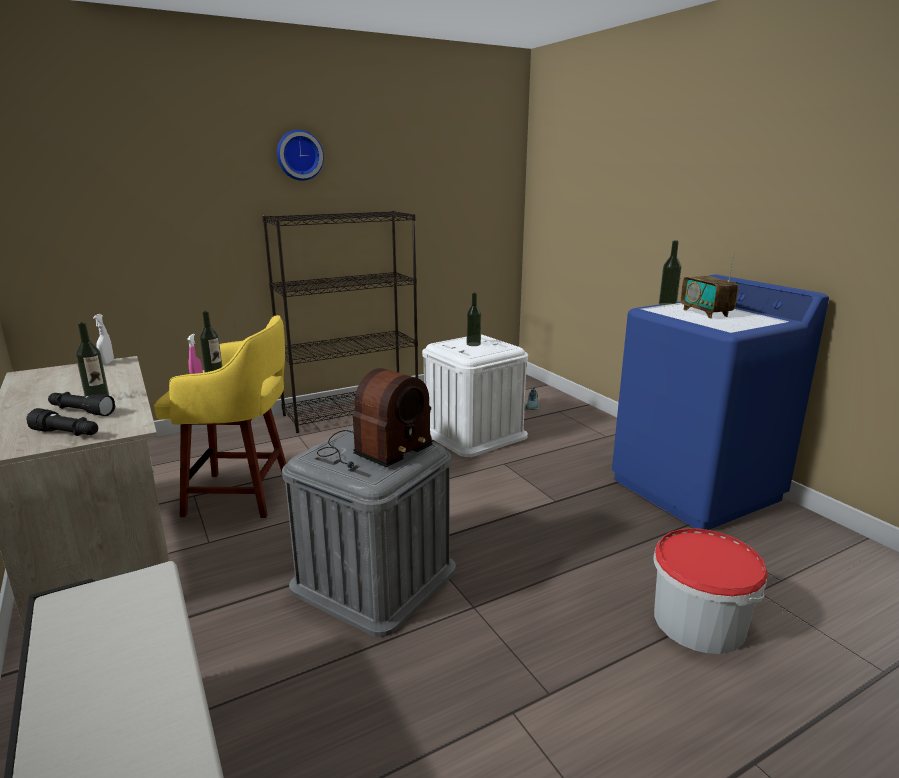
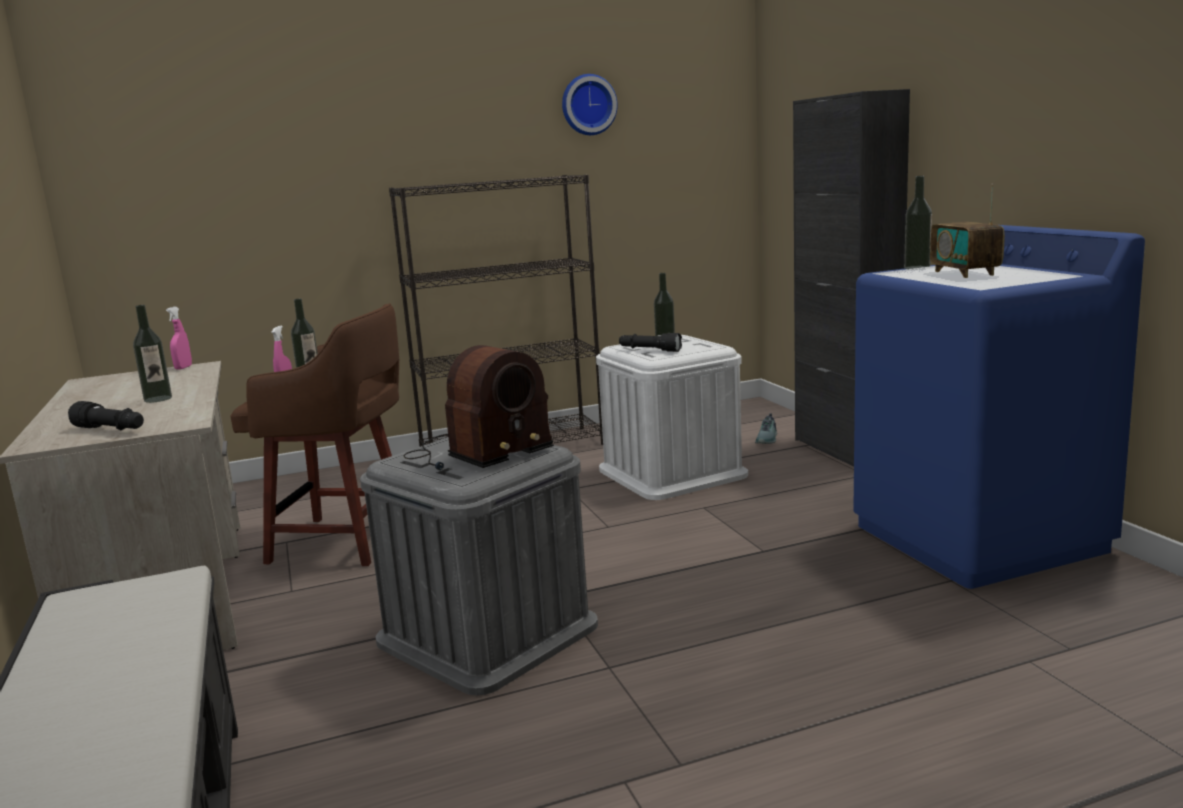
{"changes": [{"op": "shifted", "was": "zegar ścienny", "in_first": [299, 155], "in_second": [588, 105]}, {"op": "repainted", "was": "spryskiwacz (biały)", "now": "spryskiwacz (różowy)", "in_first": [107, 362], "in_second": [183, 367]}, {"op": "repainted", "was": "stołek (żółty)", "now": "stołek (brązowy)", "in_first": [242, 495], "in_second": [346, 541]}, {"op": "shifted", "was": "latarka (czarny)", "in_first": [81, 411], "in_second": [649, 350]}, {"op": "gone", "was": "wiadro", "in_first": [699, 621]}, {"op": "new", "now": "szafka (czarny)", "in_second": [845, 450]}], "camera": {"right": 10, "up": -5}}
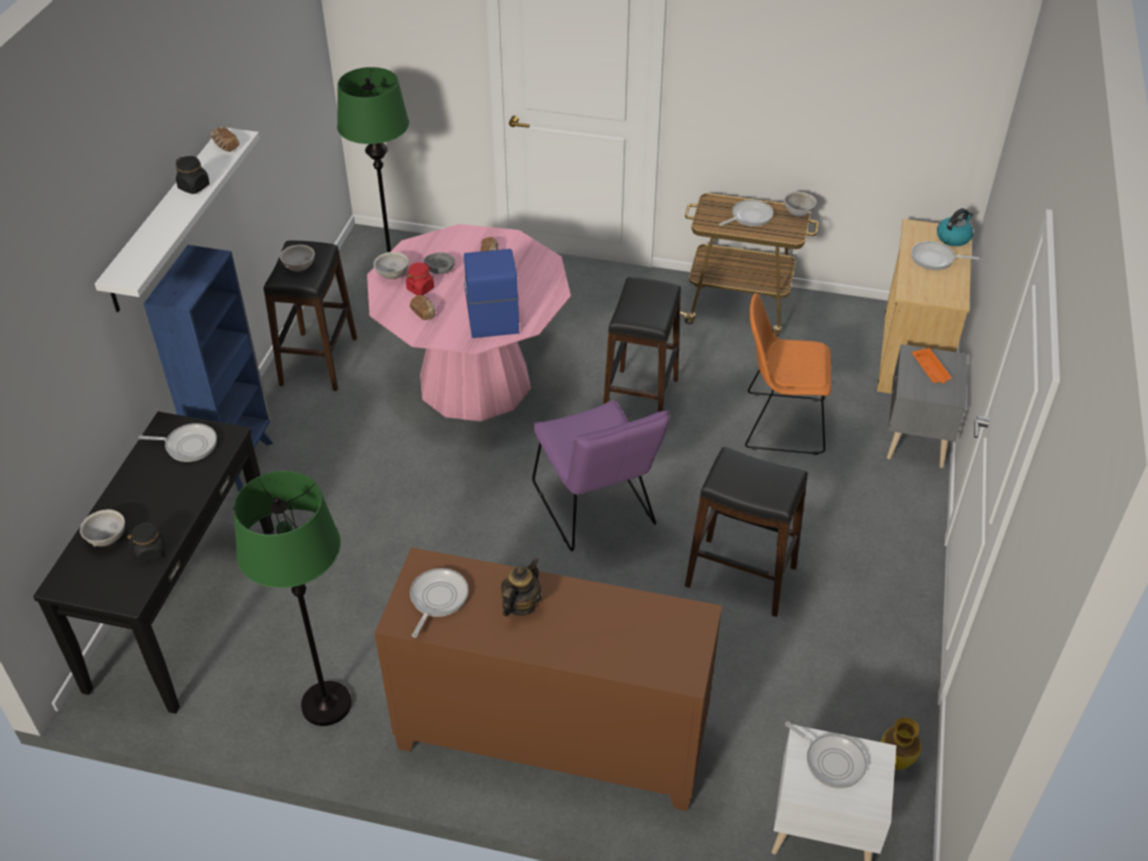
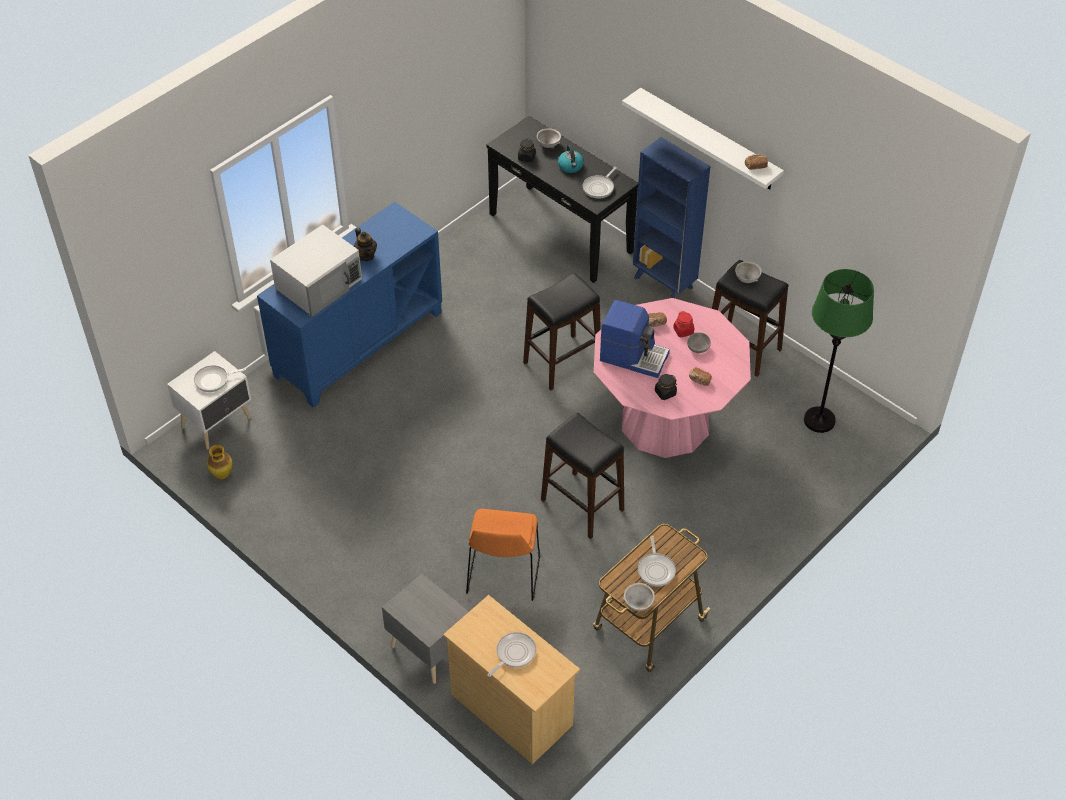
{"changes": [{"op": "shifted", "was": "słoik (czarny)", "in_first": [194, 187], "in_second": [665, 393]}, {"op": "shifted", "was": "czajnik", "in_first": [953, 237], "in_second": [571, 166]}, {"op": "gone", "was": "miska (szary)", "in_first": [392, 276]}, {"op": "rotated", "was": "krzesło (pomarańczowy)", "in_first": [780, 423], "in_second": [503, 575], "clockwise": 150}, {"op": "gone", "was": "taca (pomarańczowy)", "in_first": [931, 369]}, {"op": "gone", "was": "krzesło (fioletowy)", "in_first": [597, 510]}, {"op": "shifted", "was": "stołek (czarny)", "in_first": [740, 576], "in_second": [562, 362]}, {"op": "gone", "was": "lampa stojąca (zielony)", "in_first": [326, 704]}, {"op": "repainted", "was": "szafka (brązowy)", "now": "szafka (niebieski)", "in_first": [551, 737], "in_second": [358, 343]}, {"op": "gone", "was": "patelnia", "in_first": [437, 599]}, {"op": "new", "now": "mikrofalówka (biały)", "in_second": [319, 283]}], "camera": {"right": 120, "up": 5}}
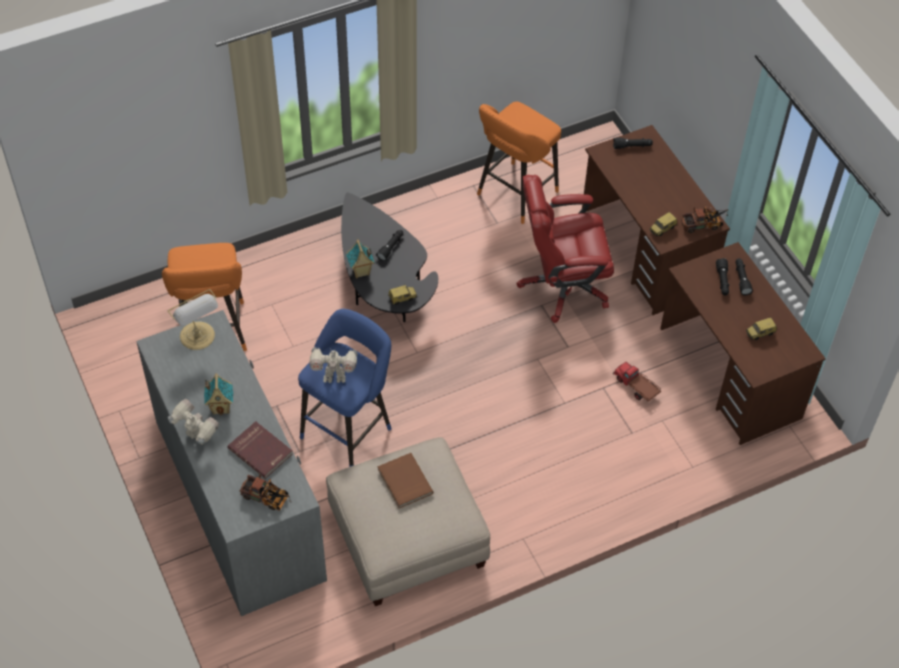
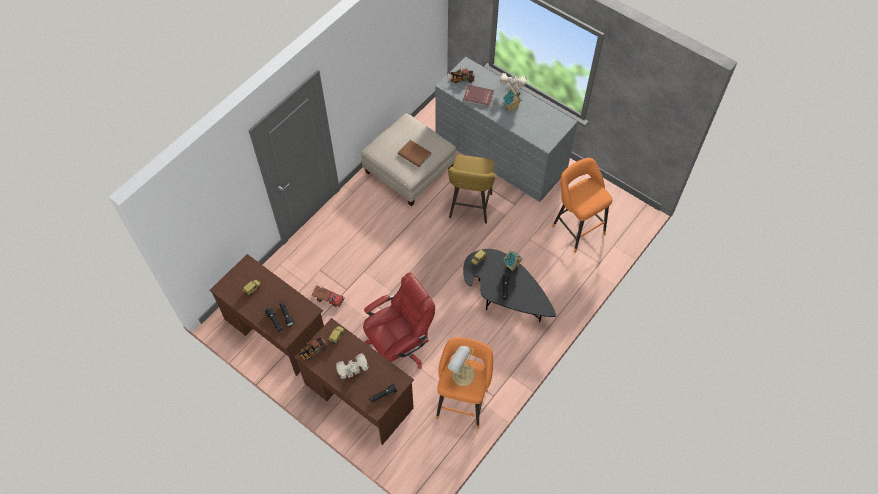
{"changes": [{"op": "shifted", "was": "lampa stołowa", "in_first": [198, 337], "in_second": [462, 374]}, {"op": "repainted", "was": "stołek (niebieski)", "now": "stołek (żółty)", "in_first": [349, 429], "in_second": [470, 208]}, {"op": "shifted", "was": "robot zabawkowy", "in_first": [334, 376], "in_second": [353, 373]}], "camera": {"right": 155, "up": 5}}
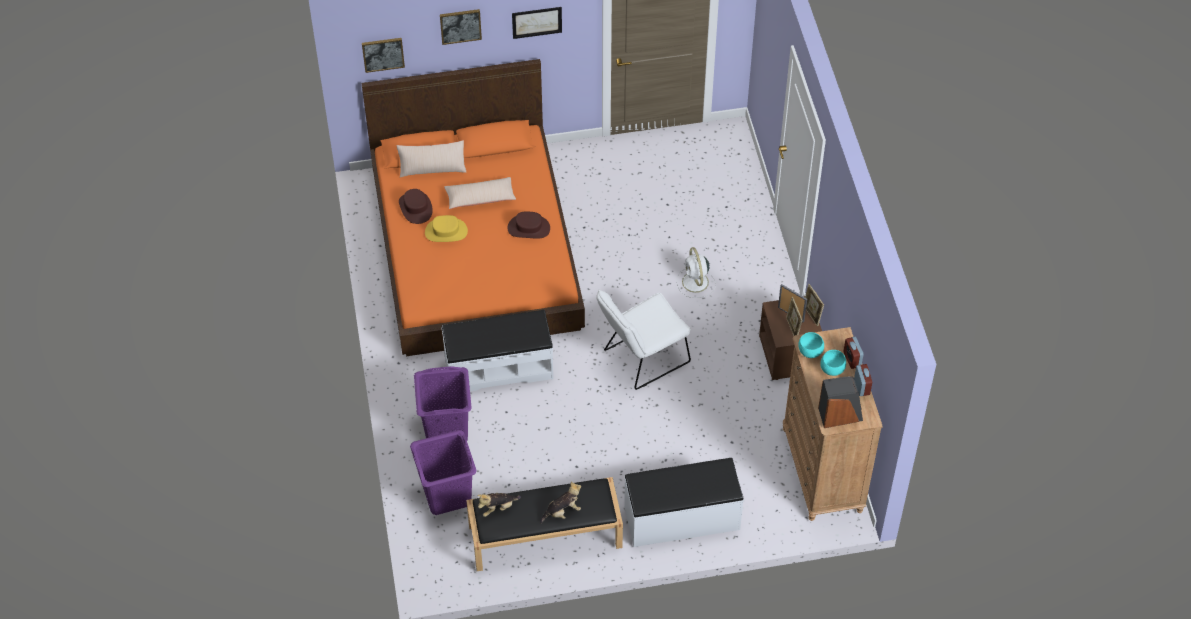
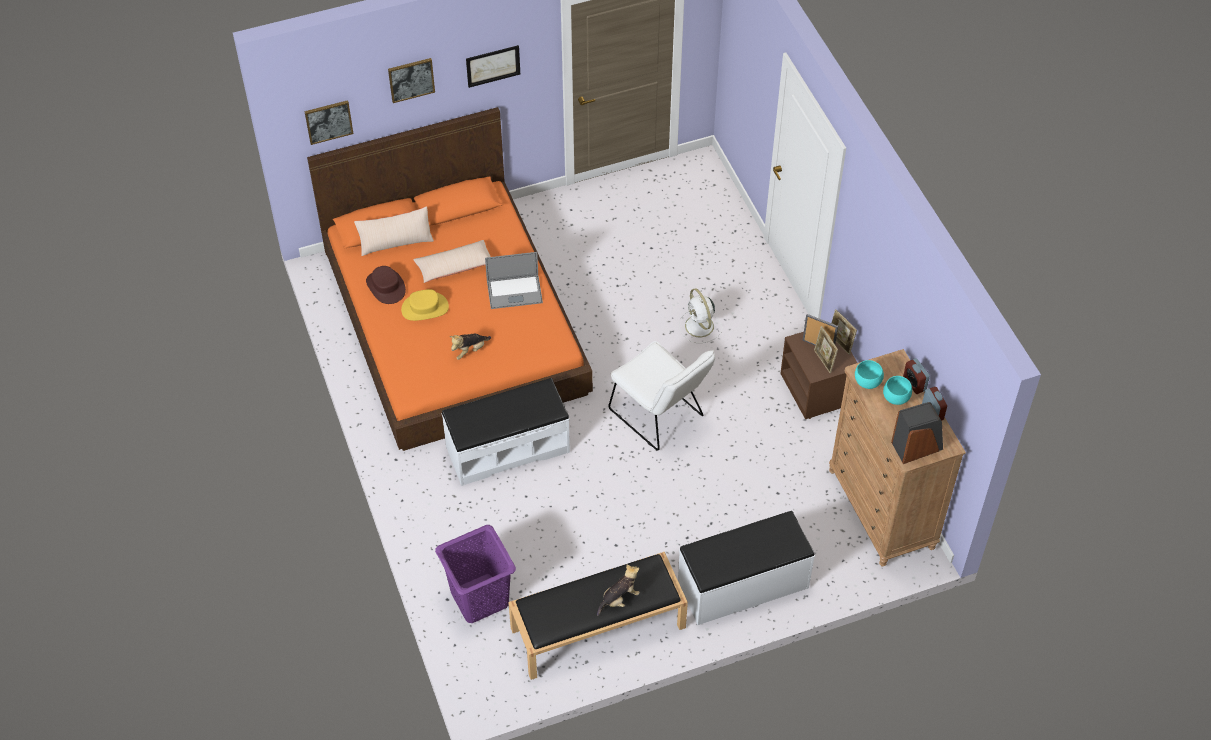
{"changes": [{"op": "swapped", "was": "kapelusz (brązowy)", "now": "laptop", "in_first": [529, 228], "in_second": [514, 292]}, {"op": "rotated", "was": "krzesło (biały)", "in_first": [641, 358], "in_second": [660, 416], "clockwise": -90}, {"op": "gone", "was": "kosz na pranie (fioletowy)", "in_first": [446, 429]}, {"op": "shifted", "was": "pluszak", "in_first": [497, 508], "in_second": [470, 350]}], "camera": {"right": -10, "up": 0}}
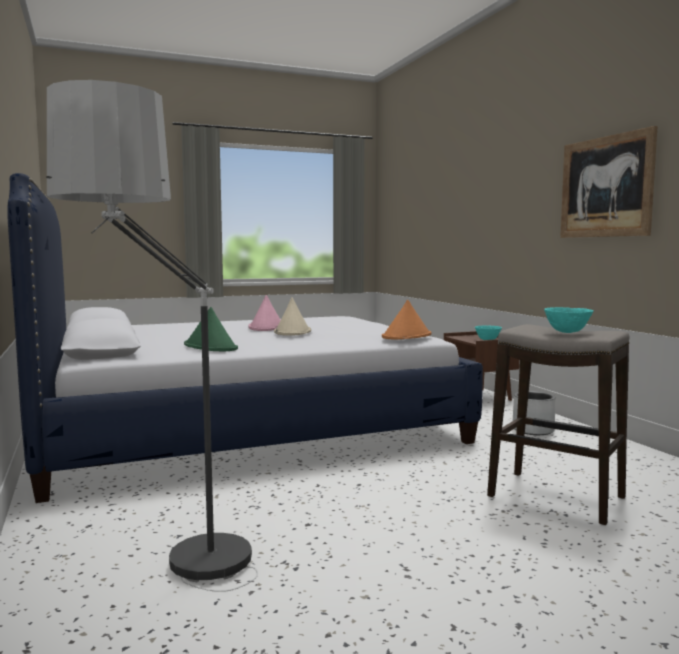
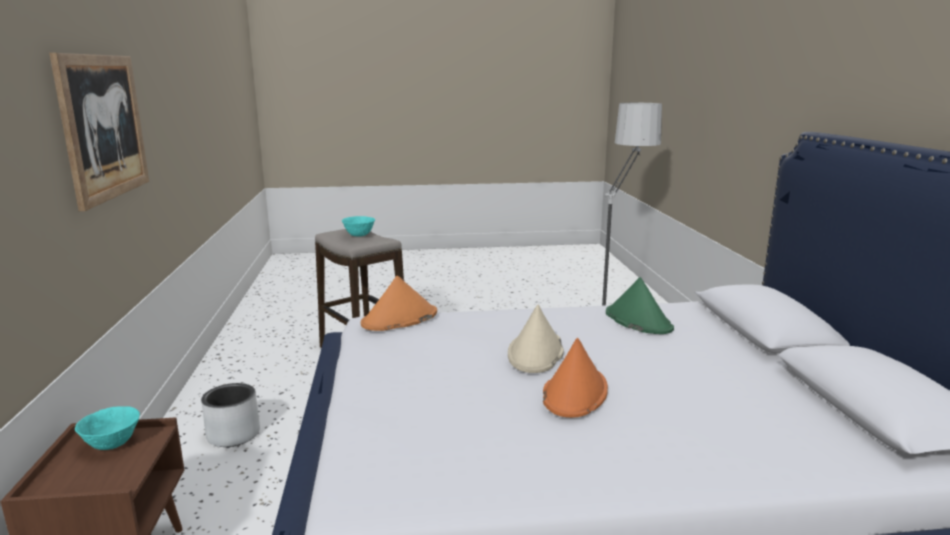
{"changes": [{"op": "repainted", "was": "kapelusz (różowy)", "now": "kapelusz (pomarańczowy)", "in_first": [266, 327], "in_second": [575, 393]}], "camera": {"right": -165, "up": 10}}
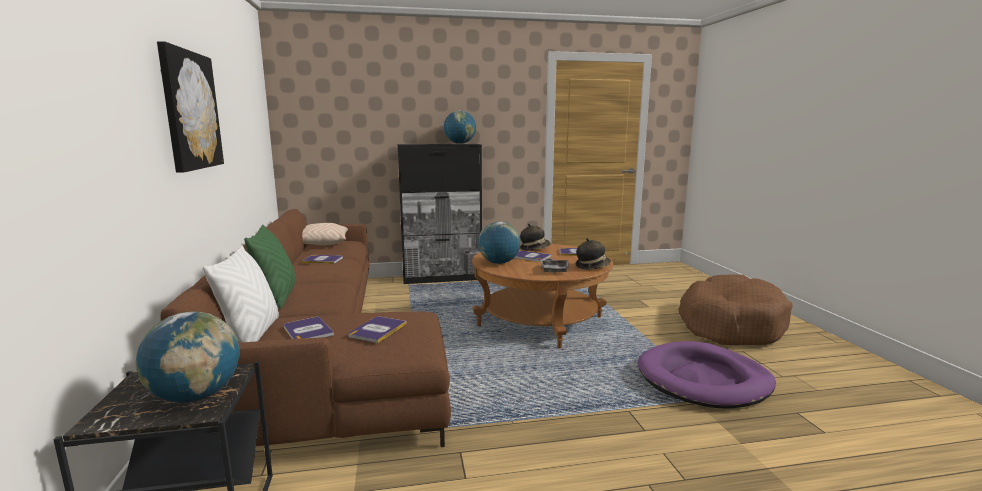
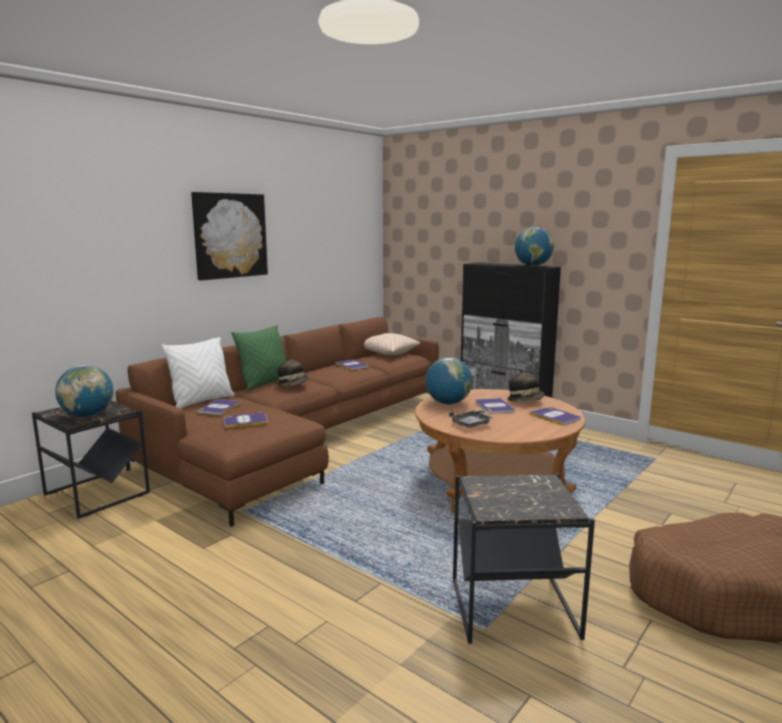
{"changes": [{"op": "shifted", "was": "kapelusz", "in_first": [592, 266], "in_second": [293, 385]}, {"op": "swapped", "was": "legowisko (fioletowy)", "now": "stolik (czarny)", "in_first": [703, 379], "in_second": [515, 609]}], "camera": {"right": 50, "up": 0}}
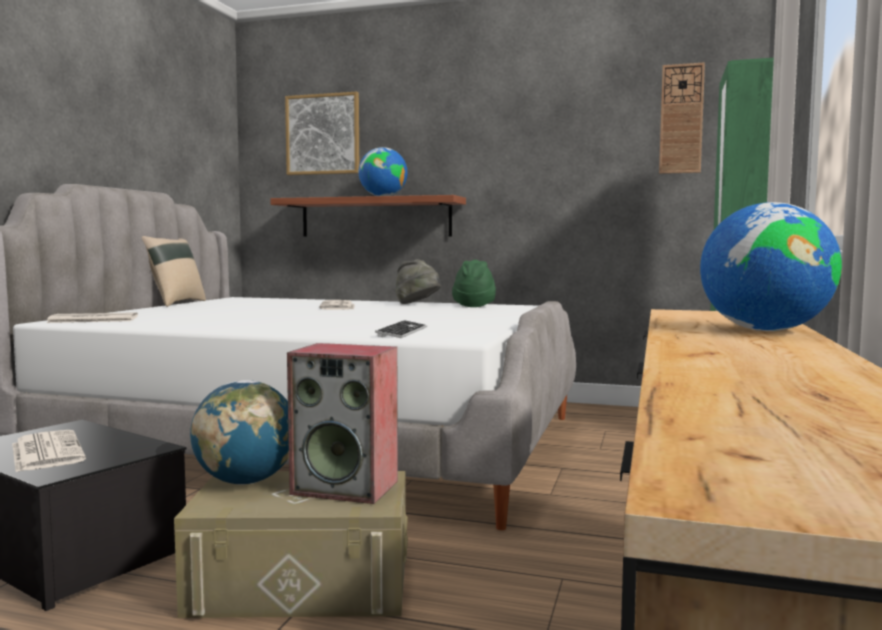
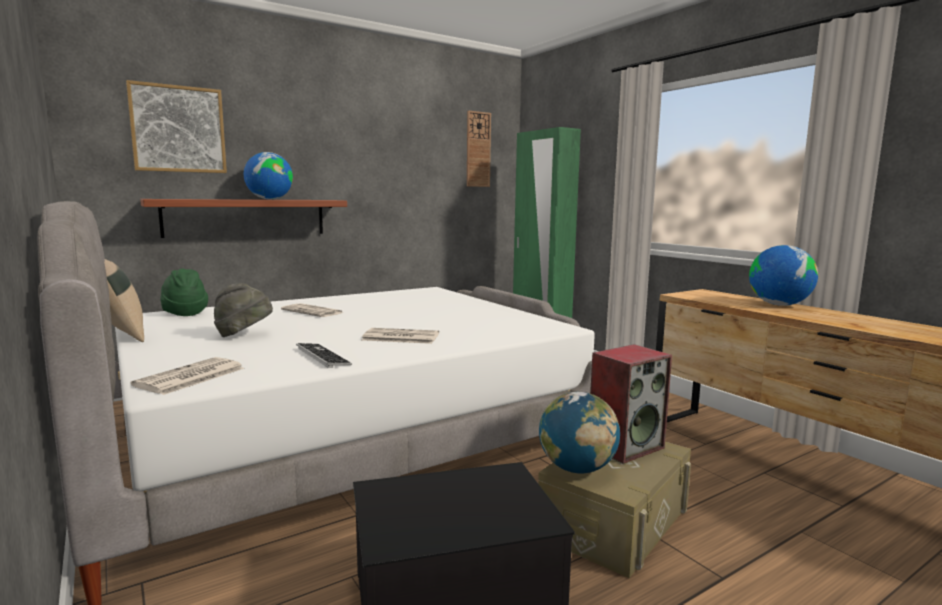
{"changes": [{"op": "shifted", "was": "kapelusz (szary)", "in_first": [418, 304], "in_second": [244, 335]}, {"op": "shifted", "was": "kapelusz (zielony)", "in_first": [474, 305], "in_second": [184, 313]}, {"op": "shifted", "was": "klawiatura", "in_first": [402, 332], "in_second": [322, 356]}, {"op": "shifted", "was": "gazeta", "in_first": [46, 452], "in_second": [399, 337]}], "camera": {"right": -50, "up": 5}}
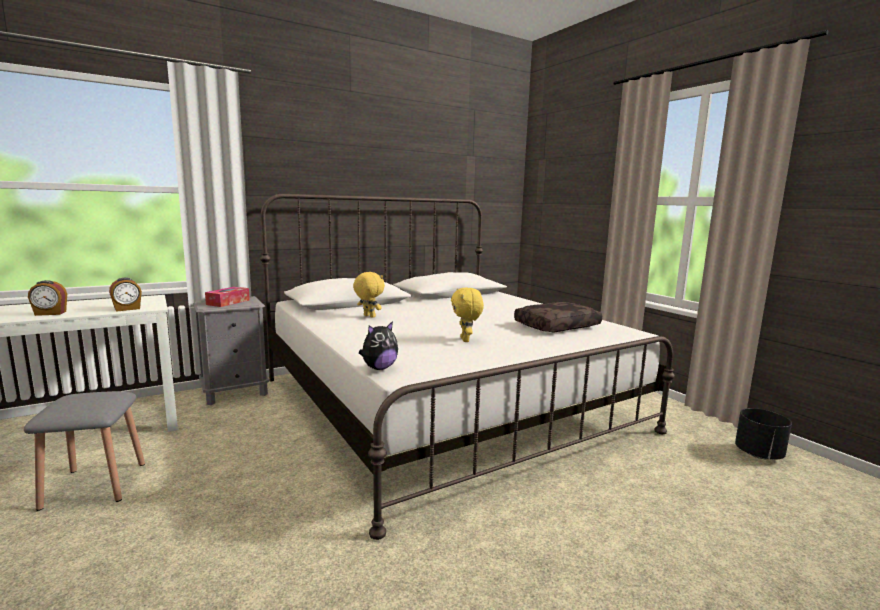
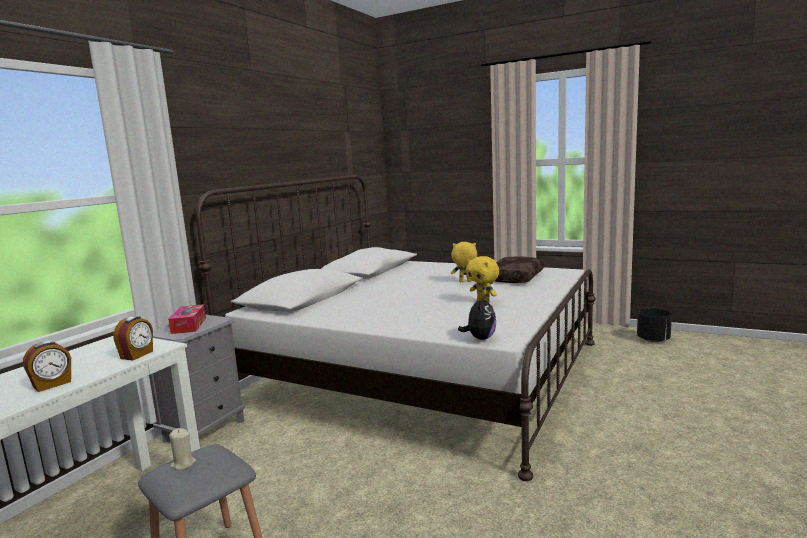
{"changes": [{"op": "shifted", "was": "pluszak (żółty)", "in_first": [368, 316], "in_second": [465, 281]}, {"op": "new", "now": "świeca (beżowy)", "in_second": [183, 464]}], "camera": {"right": -30, "up": 0}}
